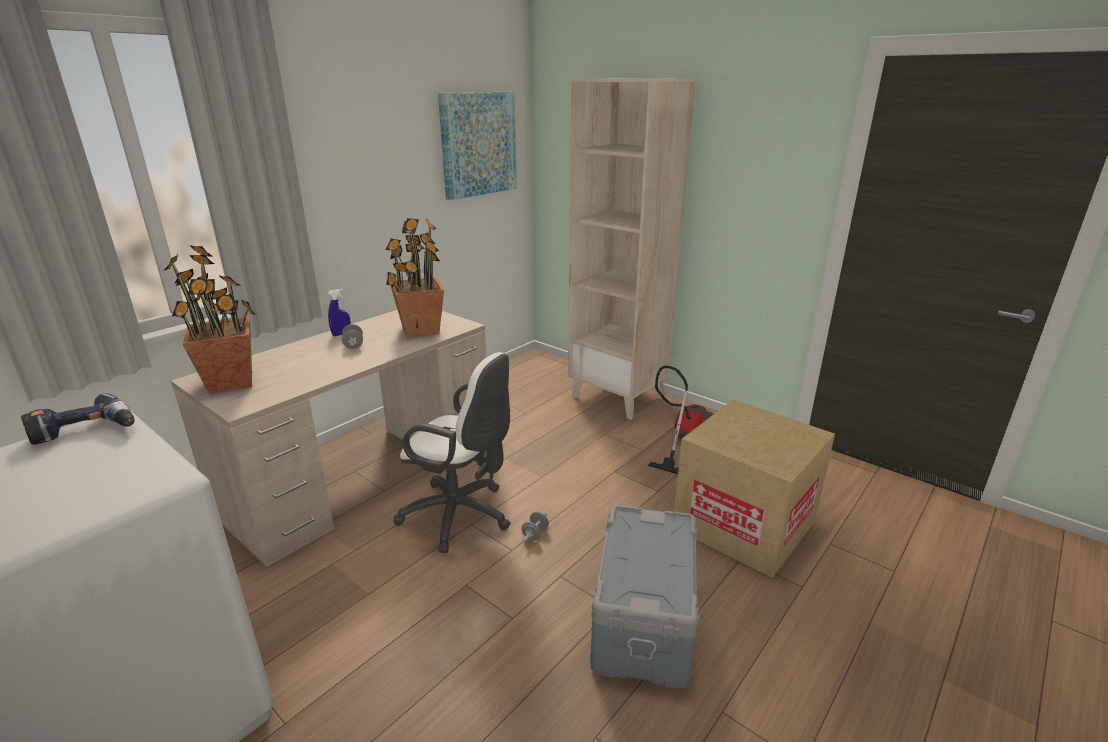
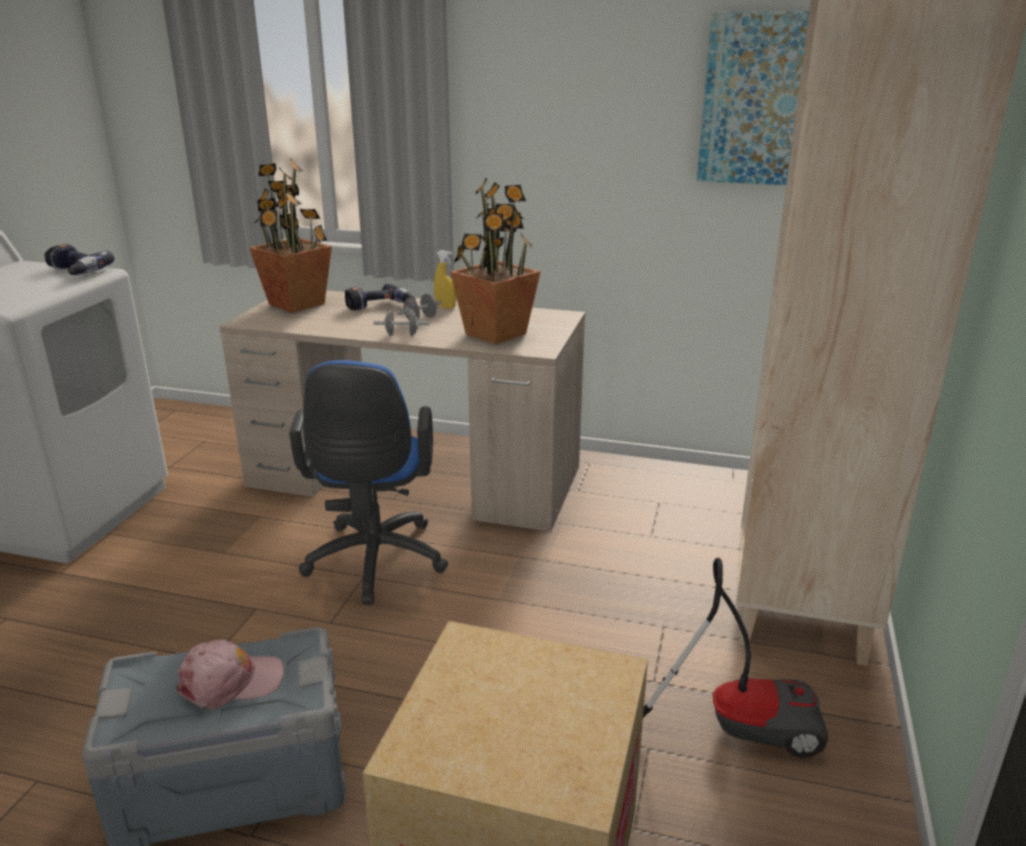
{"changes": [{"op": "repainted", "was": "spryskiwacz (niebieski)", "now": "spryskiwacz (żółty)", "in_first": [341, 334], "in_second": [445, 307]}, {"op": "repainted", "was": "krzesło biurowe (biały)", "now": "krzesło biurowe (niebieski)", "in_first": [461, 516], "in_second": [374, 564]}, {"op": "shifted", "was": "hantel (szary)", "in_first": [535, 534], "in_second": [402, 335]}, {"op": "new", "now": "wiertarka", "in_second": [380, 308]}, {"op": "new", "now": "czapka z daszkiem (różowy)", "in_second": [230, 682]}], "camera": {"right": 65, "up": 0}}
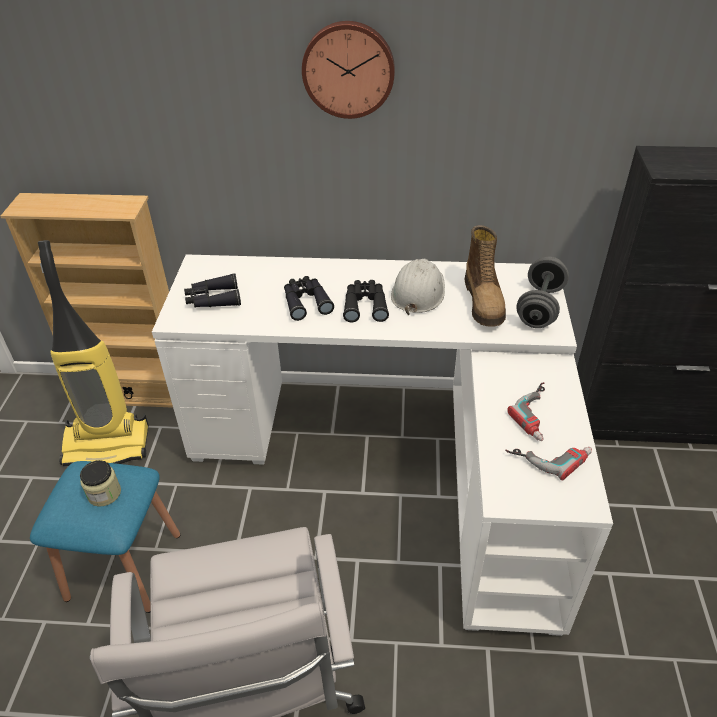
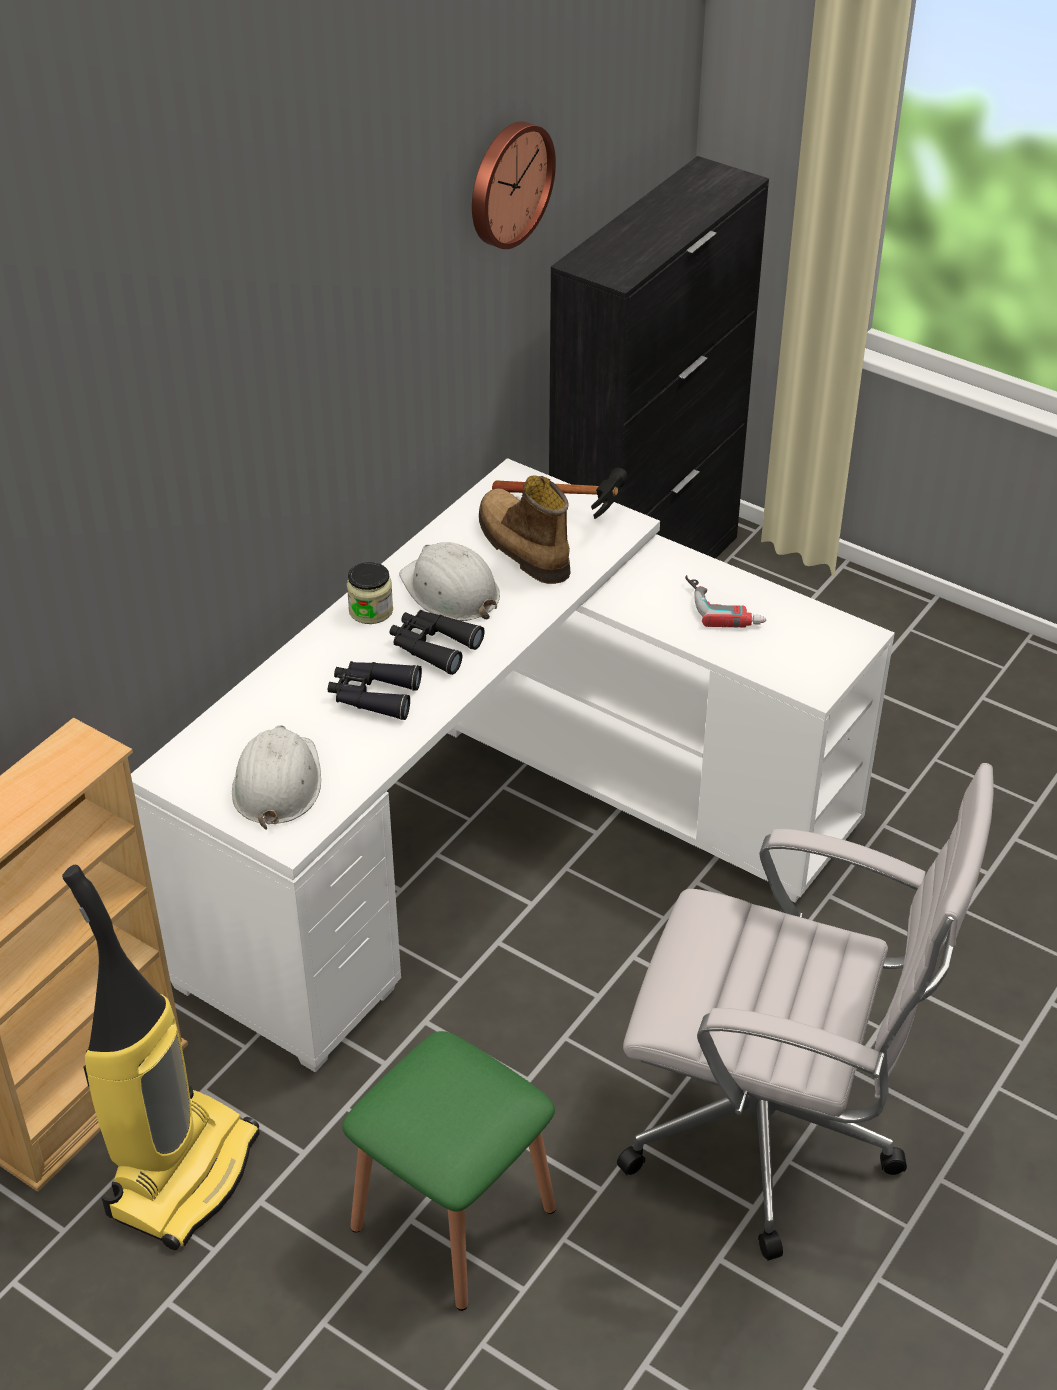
{"changes": [{"op": "shifted", "was": "zegar ścienny", "in_first": [348, 69], "in_second": [507, 183]}, {"op": "rotated", "was": "but z cholewką", "in_first": [484, 301], "in_second": [521, 547], "clockwise": -150}, {"op": "swapped", "was": "hantel (szary)", "now": "młotek", "in_first": [539, 307], "in_second": [572, 512]}, {"op": "swapped", "was": "lornetka (czarny)", "now": "kask (biały)", "in_first": [213, 299], "in_second": [277, 783]}, {"op": "gone", "was": "wiertarka", "in_first": [549, 454]}, {"op": "shifted", "was": "słoik", "in_first": [104, 493], "in_second": [371, 610]}, {"op": "repainted", "was": "stołek (niebieski)", "now": "stołek (zielony)", "in_first": [124, 566], "in_second": [453, 1218]}], "camera": {"right": -60, "up": 0}}
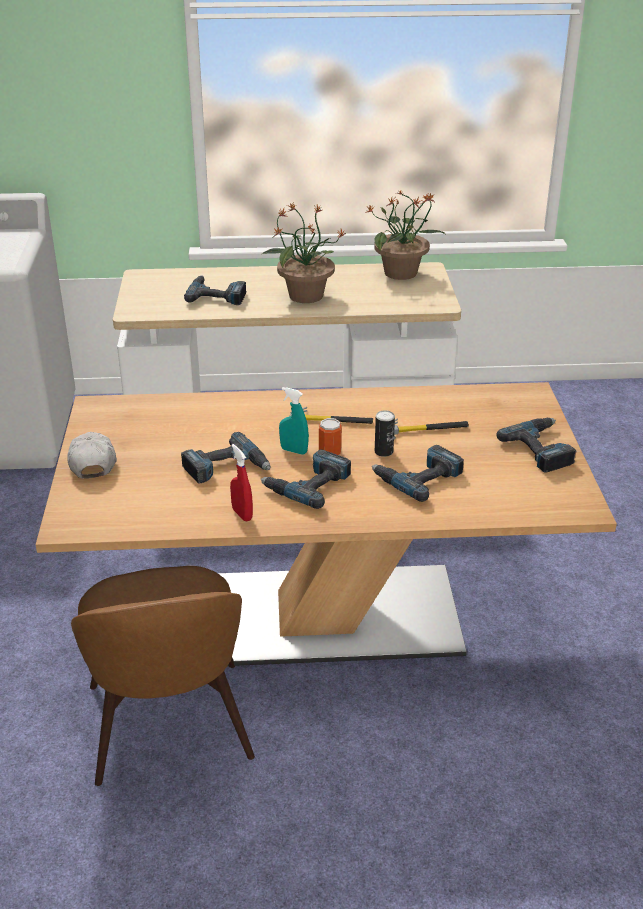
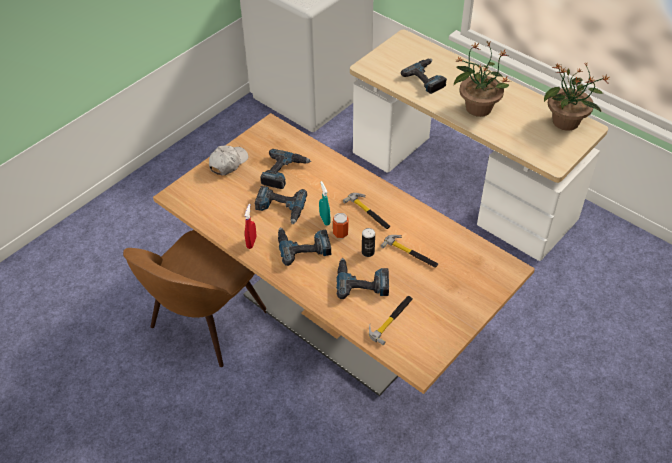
{"changes": [{"op": "shifted", "was": "wiertarka", "in_first": [542, 449], "in_second": [284, 172]}, {"op": "new", "now": "młotek", "in_second": [391, 319]}], "camera": {"right": 45, "up": 15}}
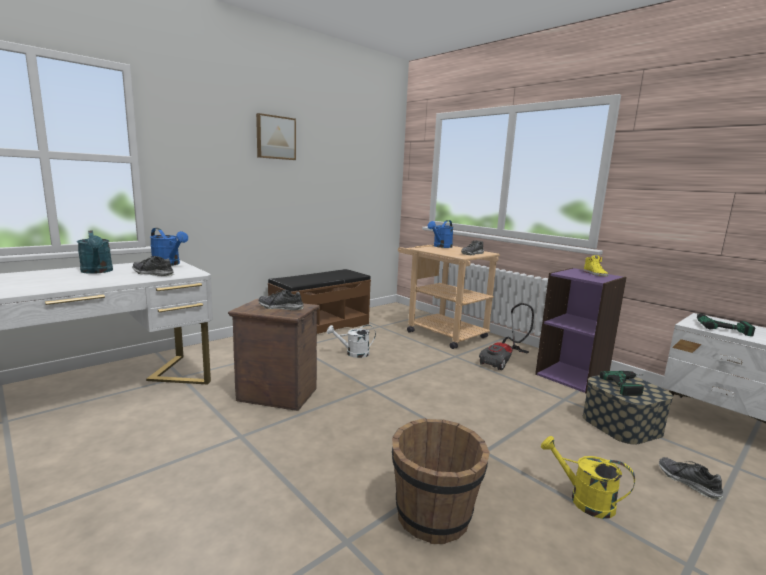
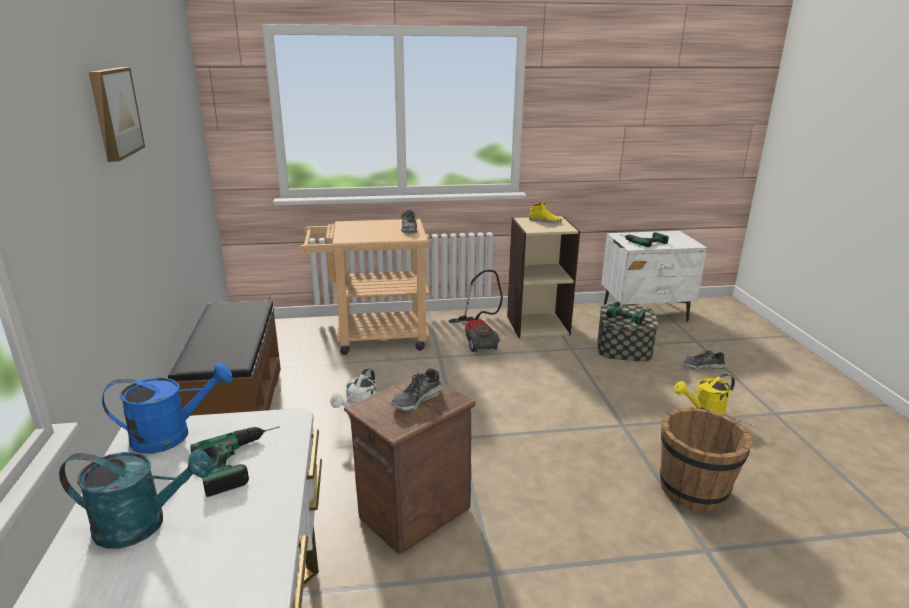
{"changes": [{"op": "gone", "was": "konewka (niebieski)", "in_first": [441, 246]}, {"op": "swapped", "was": "but", "now": "wiertarka", "in_first": [153, 274], "in_second": [244, 460]}, {"op": "repainted", "was": "regał (fioletowy)", "now": "regał (beżowy)", "in_first": [572, 376], "in_second": [537, 325]}], "camera": {"right": -55, "up": 10}}
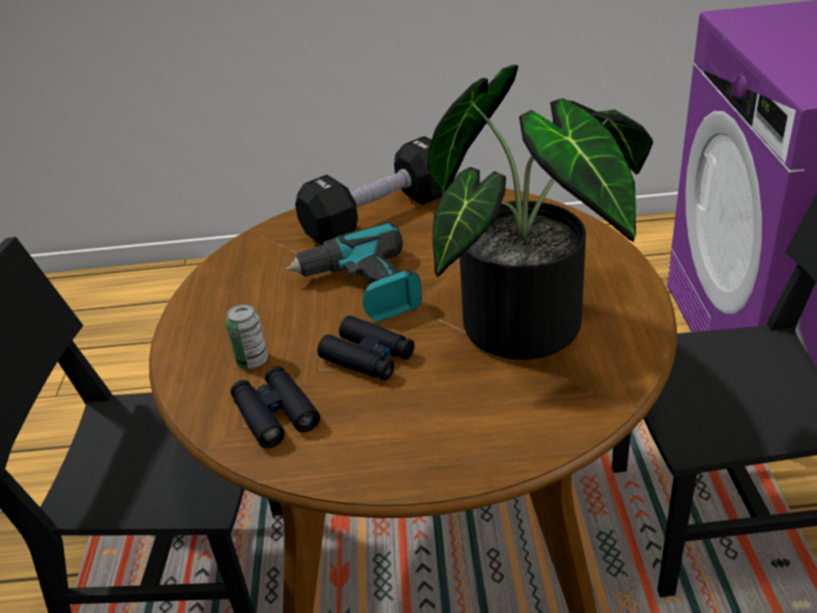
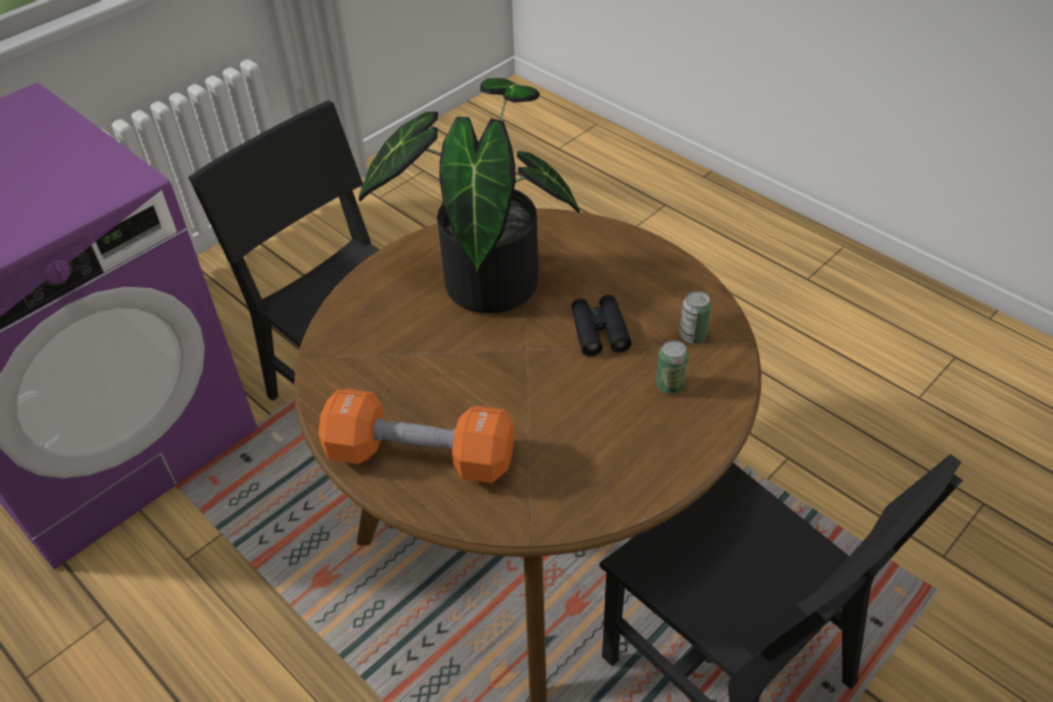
{"changes": [{"op": "repainted", "was": "hantel (czarny)", "now": "hantel (pomarańczowy)", "in_first": [379, 216], "in_second": [420, 456]}, {"op": "gone", "was": "wiertarka", "in_first": [363, 289]}, {"op": "swapped", "was": "lornetka (czarny)", "now": "puszka", "in_first": [275, 414], "in_second": [692, 336]}], "camera": {"right": -135, "up": 10}}
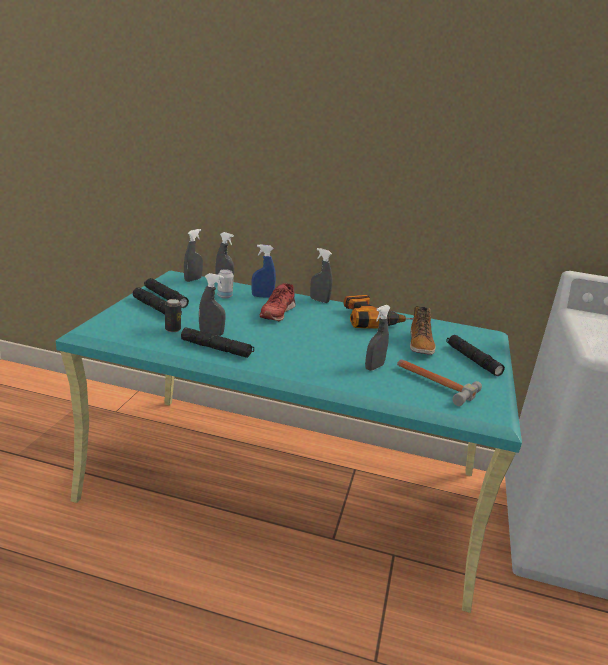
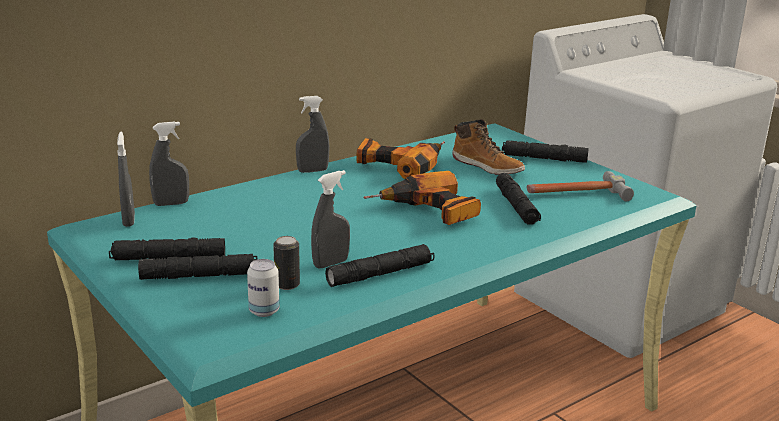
{"changes": [{"op": "gone", "was": "spryskiwacz (niebieski)", "in_first": [262, 296]}, {"op": "shifted", "was": "puszka", "in_first": [224, 296], "in_second": [264, 311]}, {"op": "gone", "was": "but (czerwony)", "in_first": [277, 312]}, {"op": "swapped", "was": "spryskiwacz (szary)", "now": "latarka (czarny)", "in_first": [374, 367], "in_second": [516, 206]}, {"op": "new", "now": "wiertarka", "in_second": [429, 213]}], "camera": {"right": -50, "up": 0}}
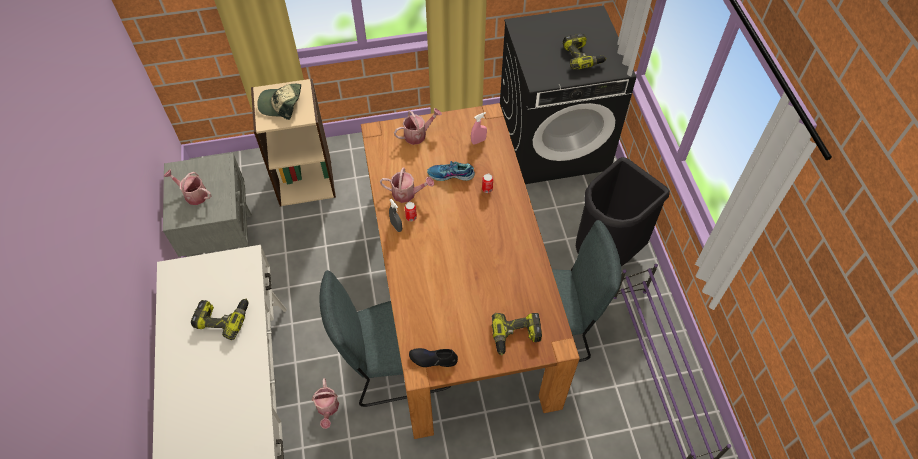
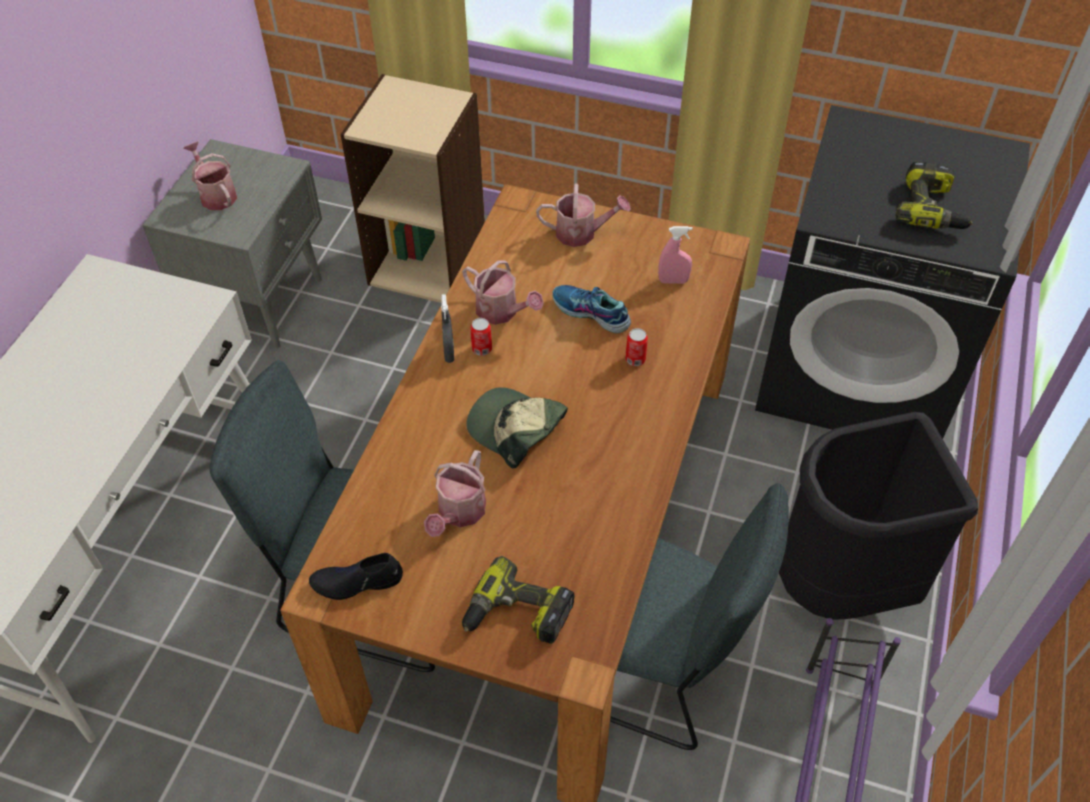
{"changes": [{"op": "shifted", "was": "czapka z daszkiem", "in_first": [281, 104], "in_second": [516, 429]}, {"op": "gone", "was": "wiertarka", "in_first": [223, 318]}, {"op": "rotated", "was": "but (czarny)", "in_first": [433, 359], "in_second": [357, 581], "clockwise": -45}, {"op": "shifted", "was": "konewka", "in_first": [327, 409], "in_second": [459, 513]}], "camera": {"right": 30, "up": -5}}
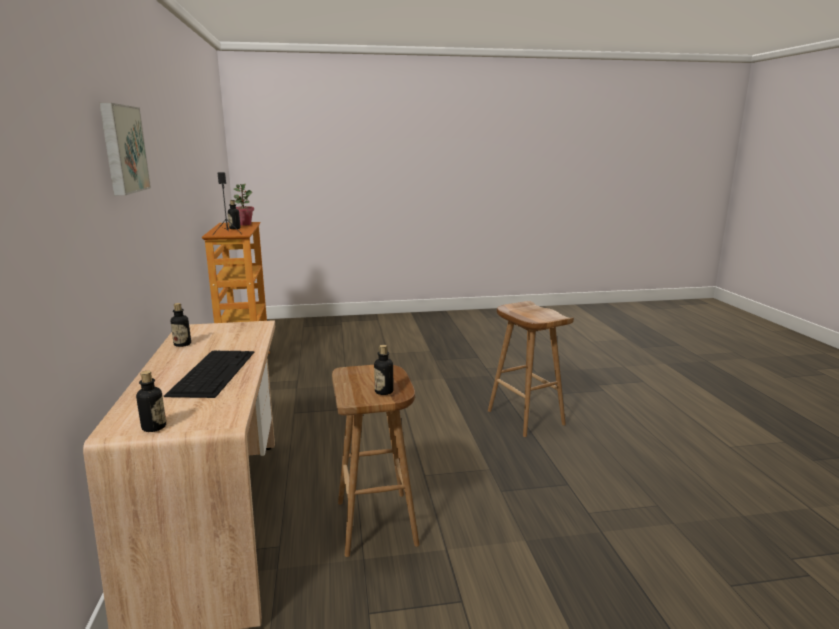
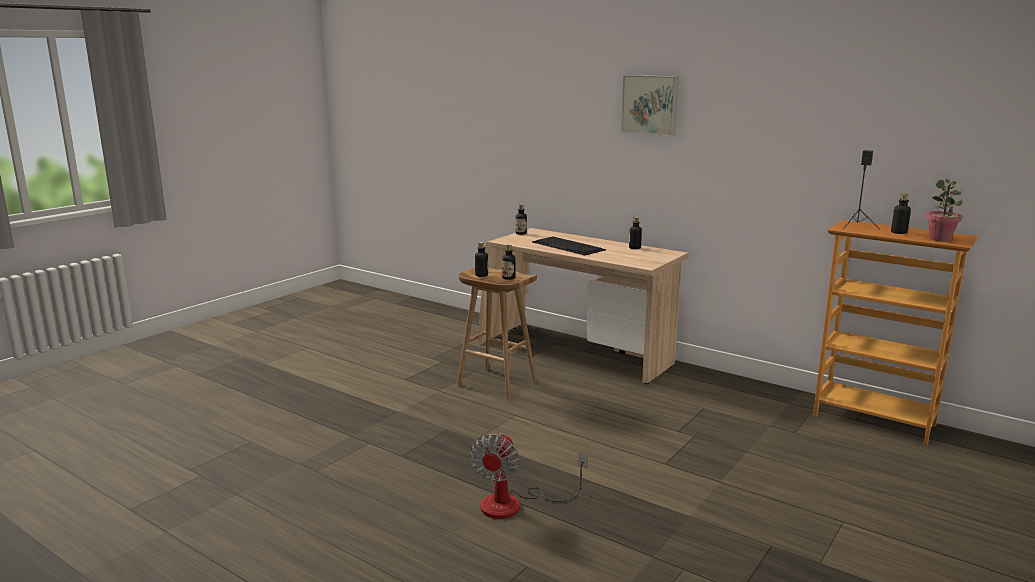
{"changes": [{"op": "swapped", "was": "stołek (brązowy)", "now": "wentylator", "in_first": [524, 417], "in_second": [515, 504]}, {"op": "new", "now": "butelka", "in_second": [508, 278]}], "camera": {"right": 135, "up": 0}}
